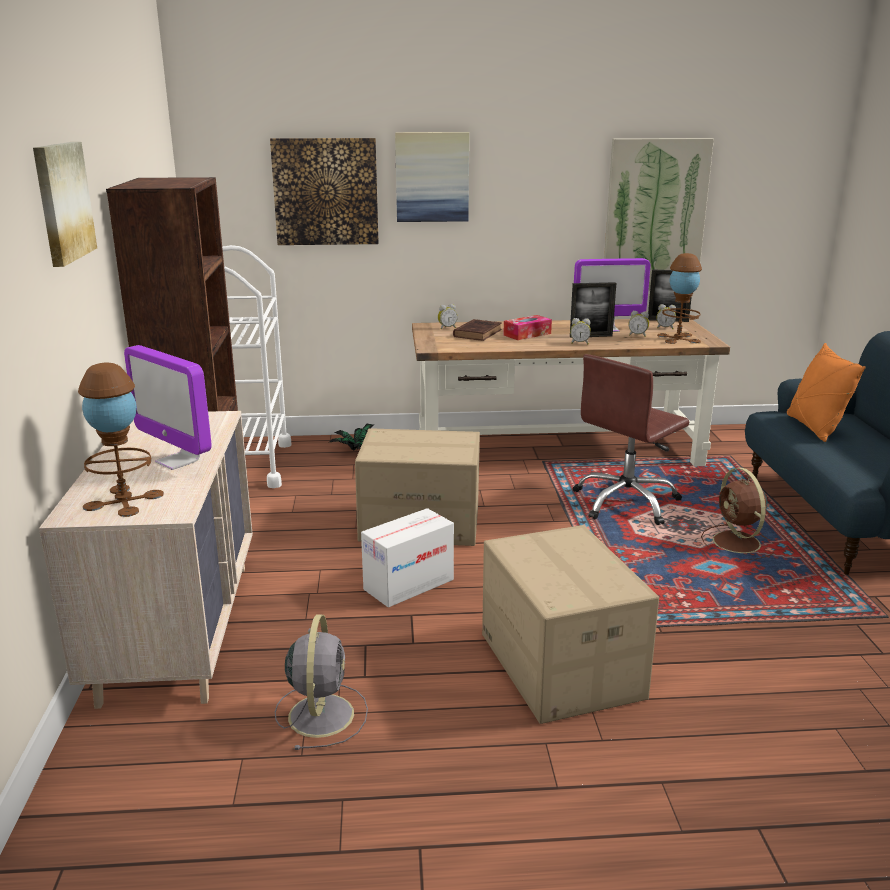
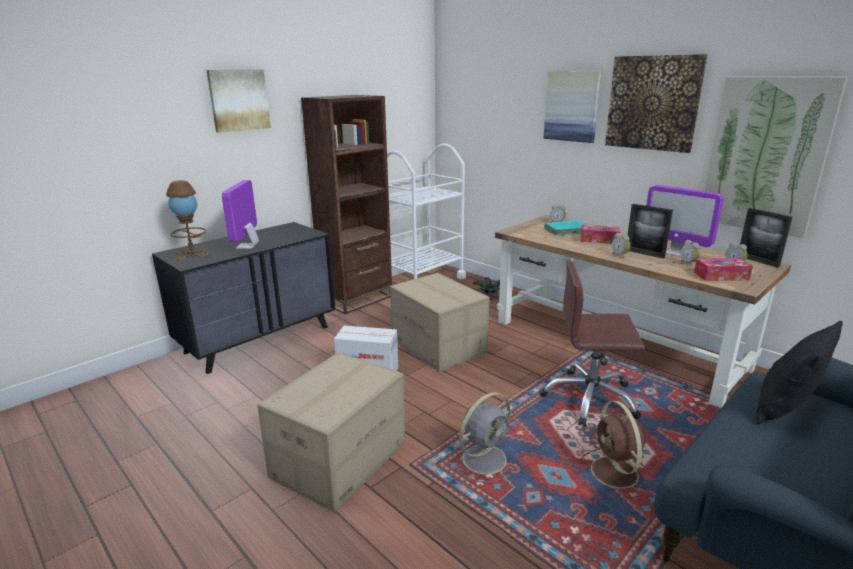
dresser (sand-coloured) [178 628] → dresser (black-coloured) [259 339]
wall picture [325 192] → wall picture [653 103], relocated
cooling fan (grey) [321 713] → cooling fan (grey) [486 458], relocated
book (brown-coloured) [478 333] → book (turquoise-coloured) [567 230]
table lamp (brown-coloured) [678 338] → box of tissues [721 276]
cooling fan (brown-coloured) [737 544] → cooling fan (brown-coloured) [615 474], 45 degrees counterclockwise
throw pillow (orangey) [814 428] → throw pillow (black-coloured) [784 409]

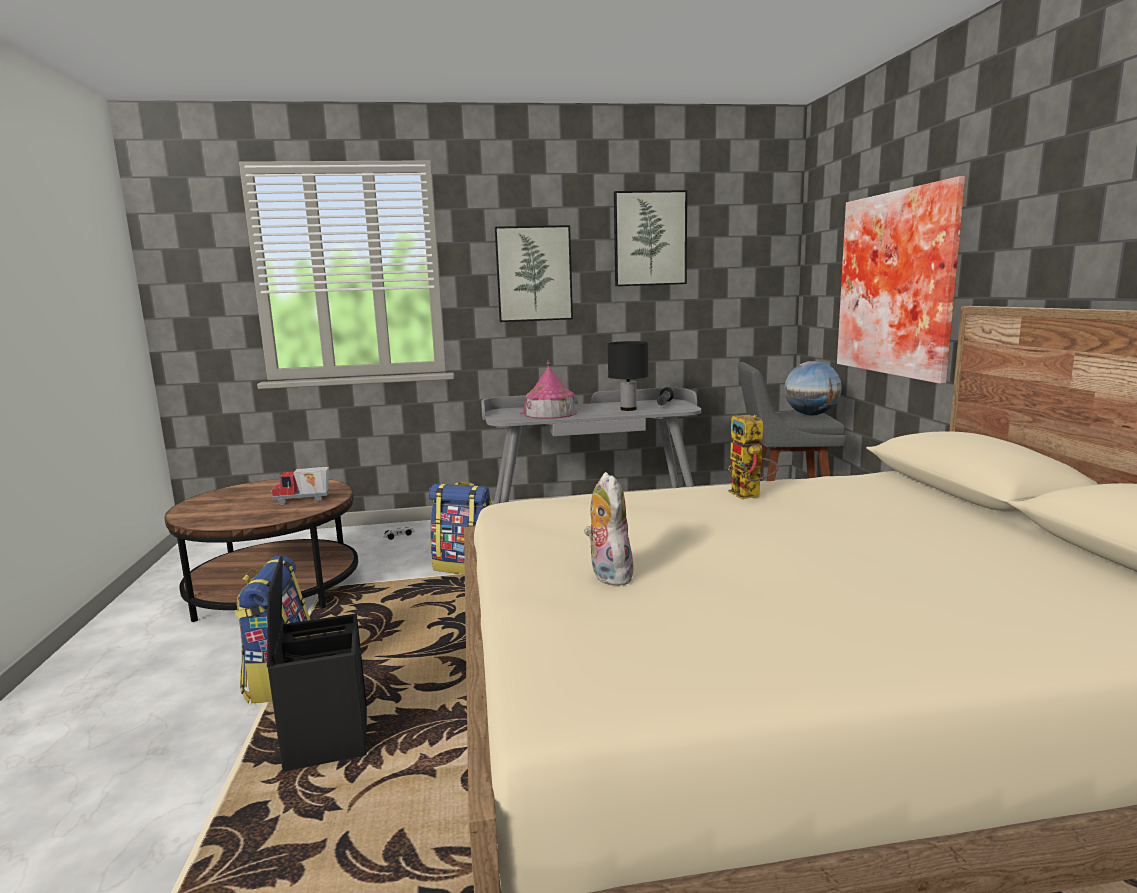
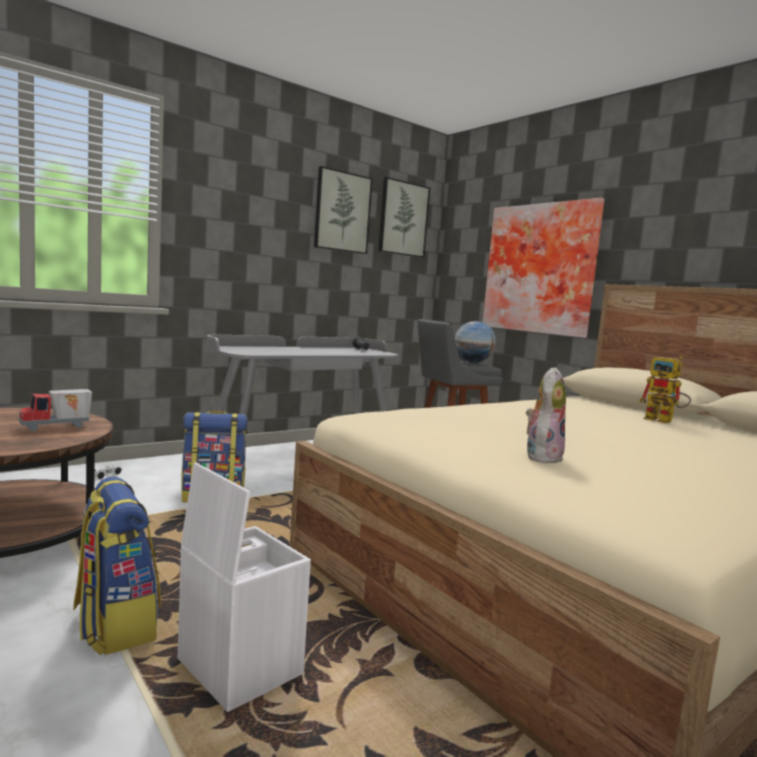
storage box (black-coloured) [326 736] → storage box (white) [236 667]
wall picture [534 274] → wall picture [403 219], relocated
toy house [550 413] → -
soft toy [607 575] → soft toy [541 456], 75 degrees clockwise
table lamp (black-coloured) [629 409] → -
model robot [750 496] → model robot [664 421], relocated

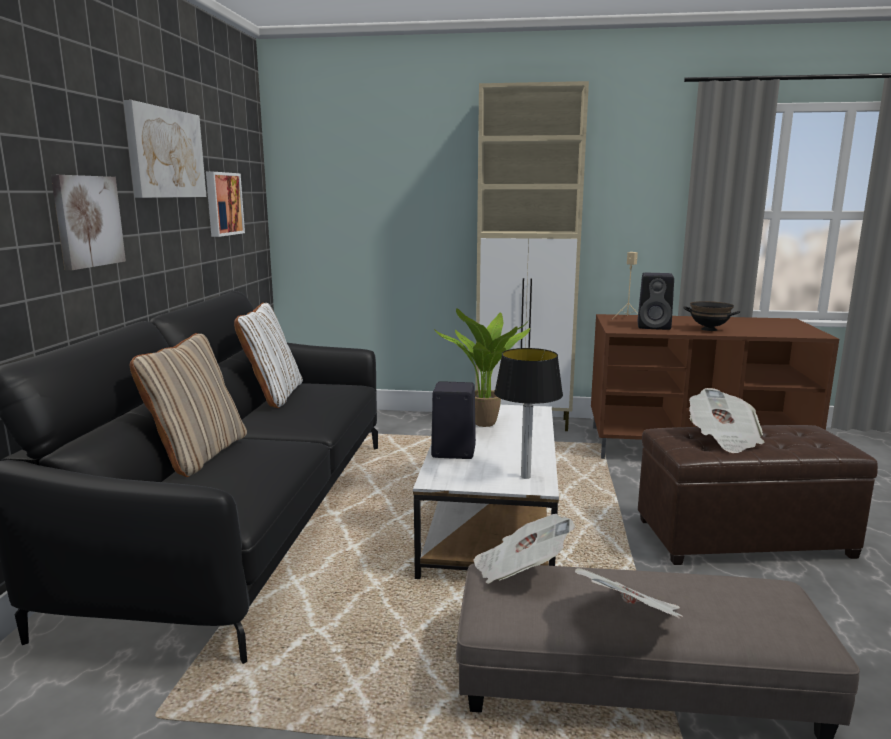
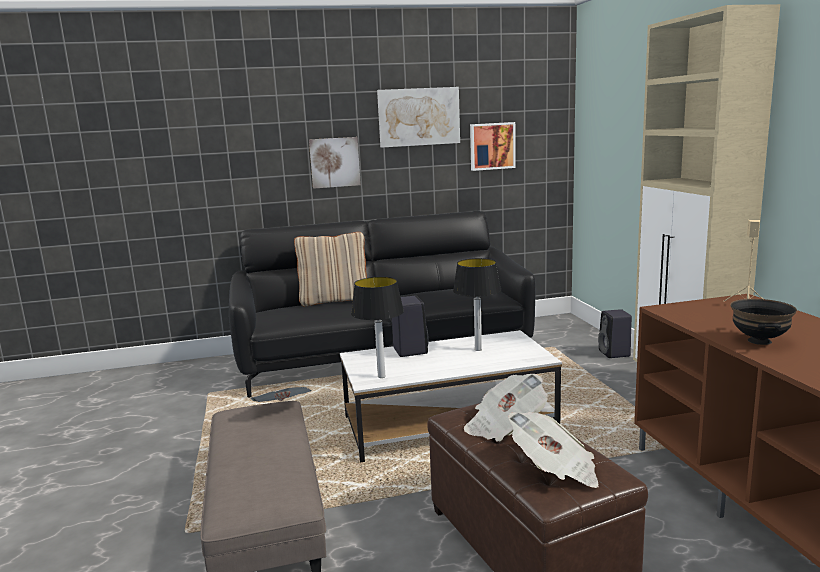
throw pillow (white) [273 395] → -
potted plant [487 425] → table lamp [478 349]
printed paper [631 619] → printed paper [555 470], relocated
speaker (black-coloured) [655 326] → speaker (black-coloured) [615 353], relocated

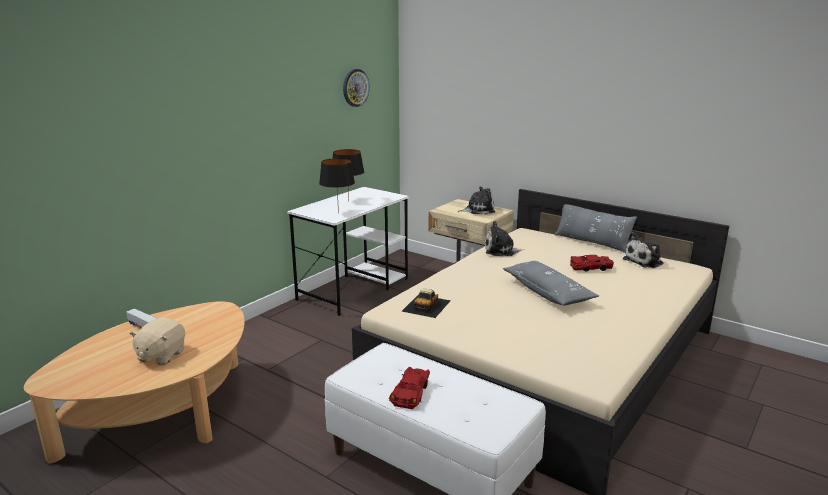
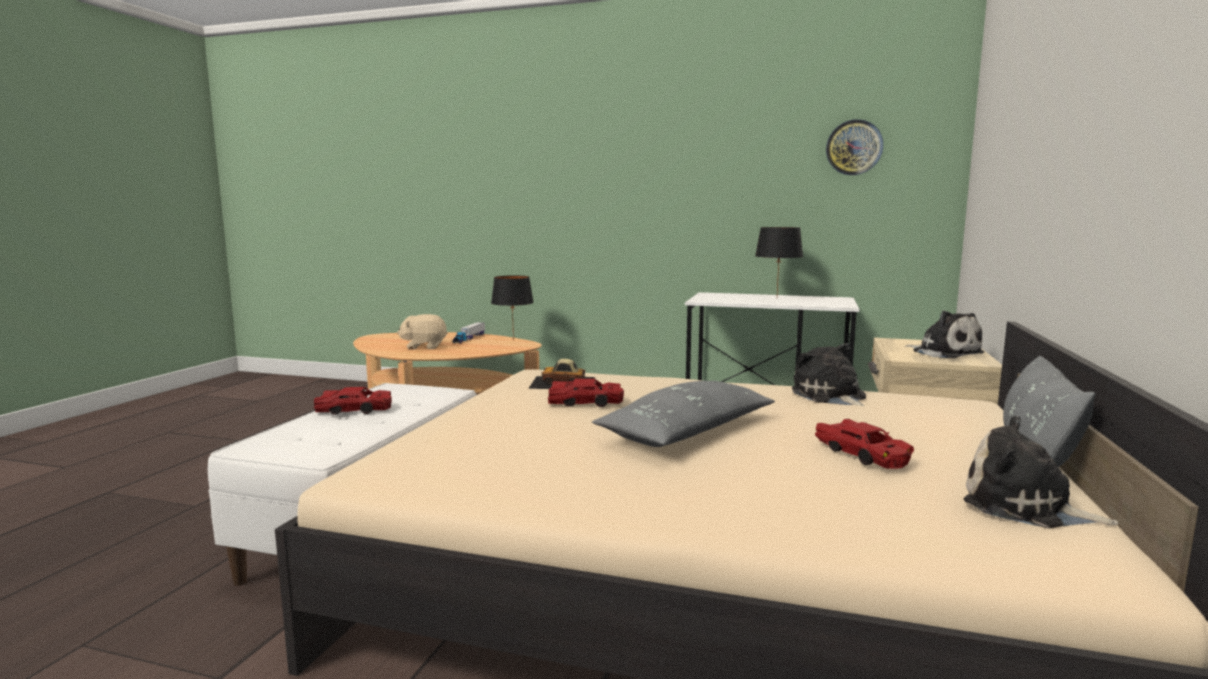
table lamp (black-coloured) [338 213] → table lamp (black-coloured) [513 340], relocated
- → miniature car (reddish) [585 402]

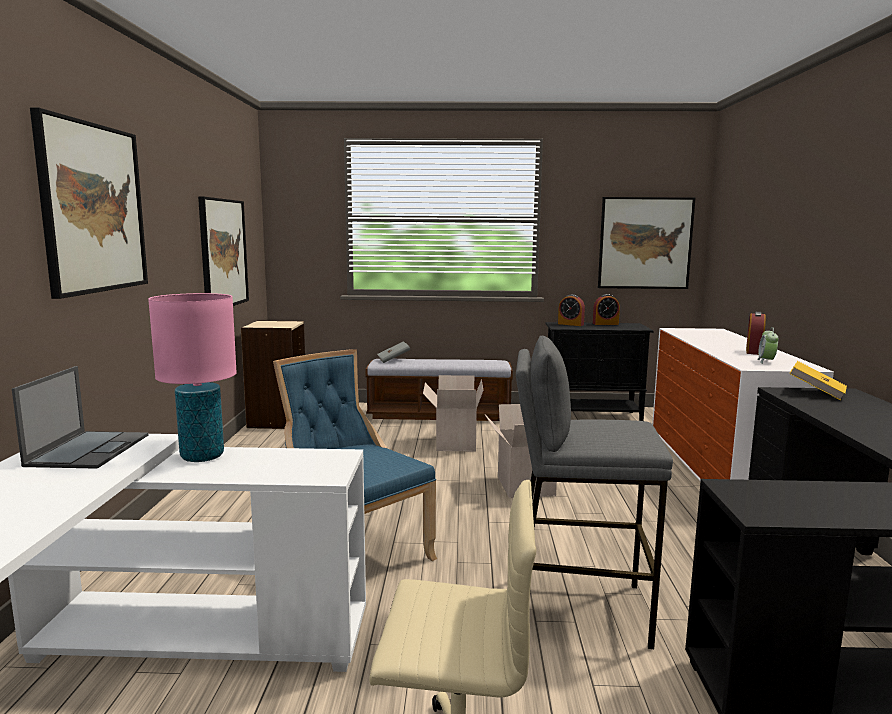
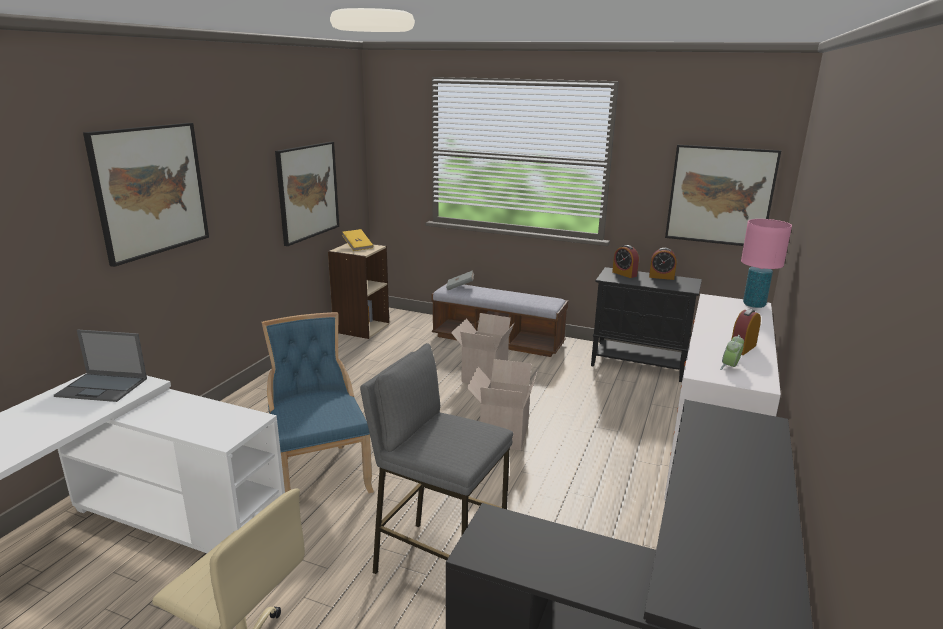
laptop [89 449] → laptop [103 387], 75 degrees clockwise
table lamp (pink) [202 456] → table lamp (pink) [754 305], relocated
book (yellow-coloured) [816 393] → book (yellow-coloured) [358 247], relocated

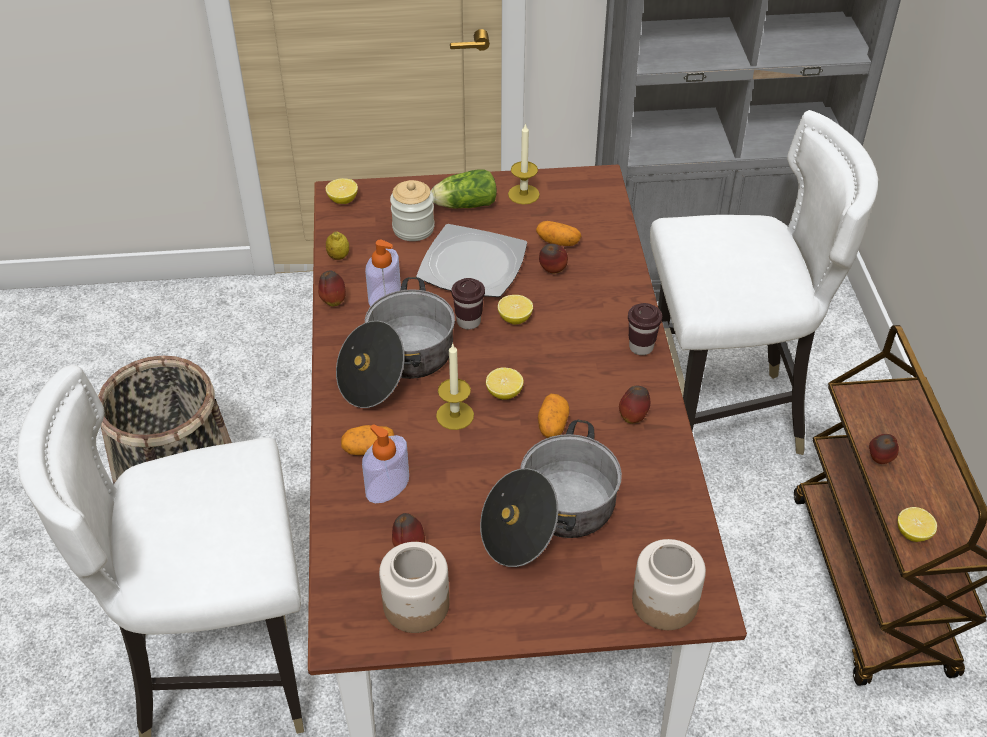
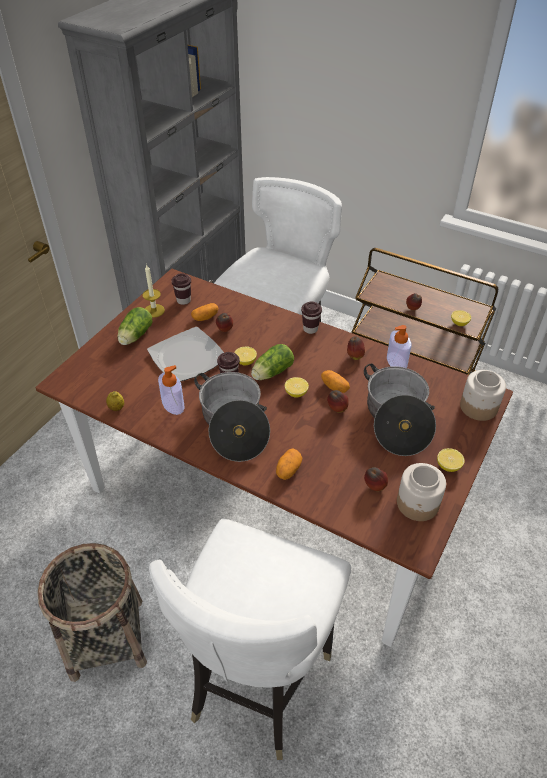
whole apple [333 301] → whole apple [337 409], relocated
whole lemon [343 200] → whole lemon [448 466], relocated
liquid soap bottle [387 486] → liquid soap bottle [396 362], relocated
preserve jar [413 228] → -
wax light [455 415] → -
- → cup (brown-coloured) [183 300]
- → lettuce head [271 373]

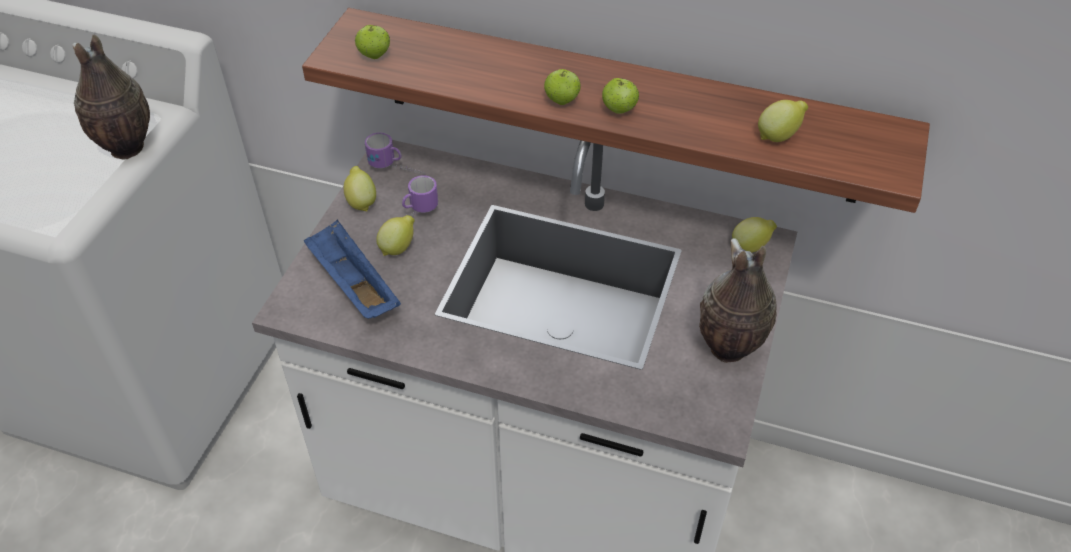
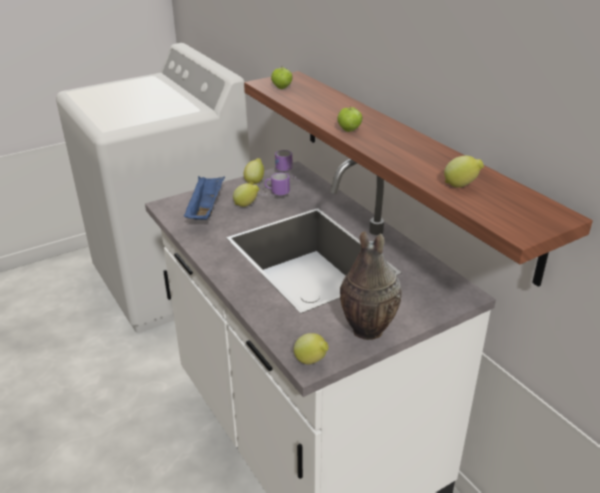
flower vase [126 149] → -
whole apple [619 110] → -
whole lemon [750 247] → whole lemon [311 361], relocated

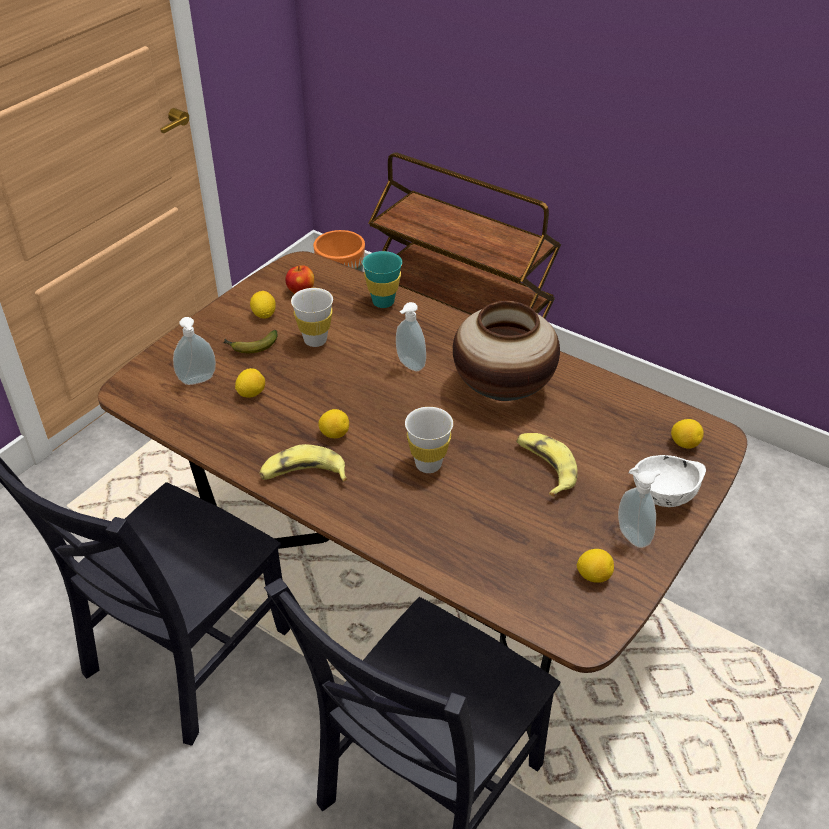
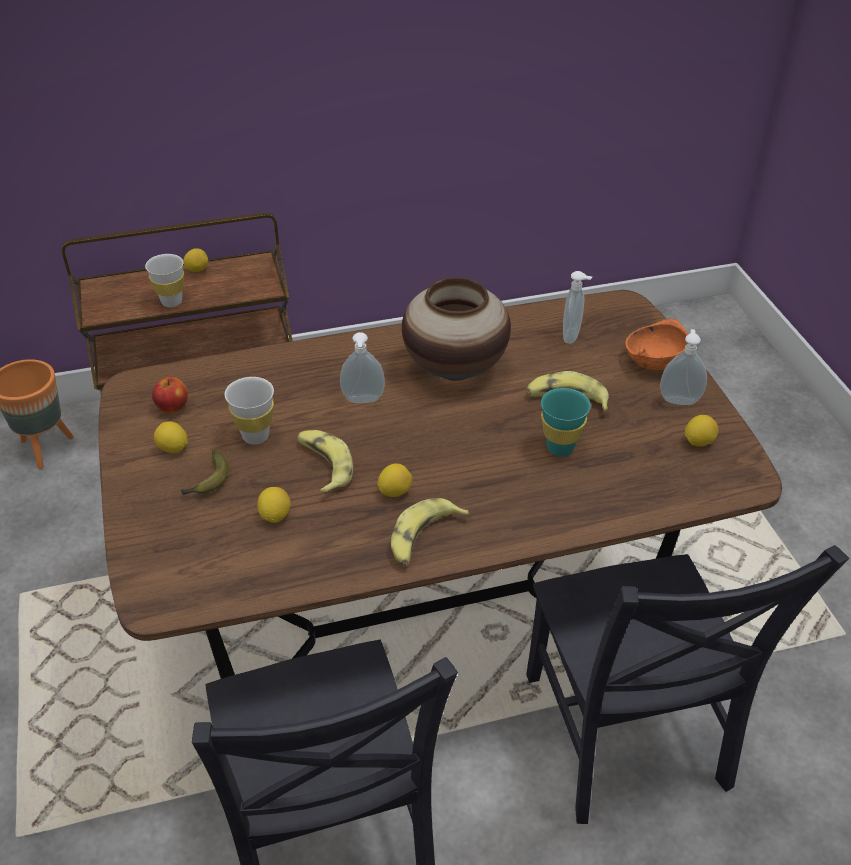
liquid soap bottle [198 381] → liquid soap bottle [572 336], relocated
cup (turquoise-coloured) [383 302] → cup (turquoise-coloured) [560 448], relocated
cup (white) [428 464] → cup (white) [172 302], relocated
bowl (white) [662 495] → bowl (orangey) [653 362]
whole lemon [684 444] → whole lemon [197 269], relocated
- → banana fruit [323 465]

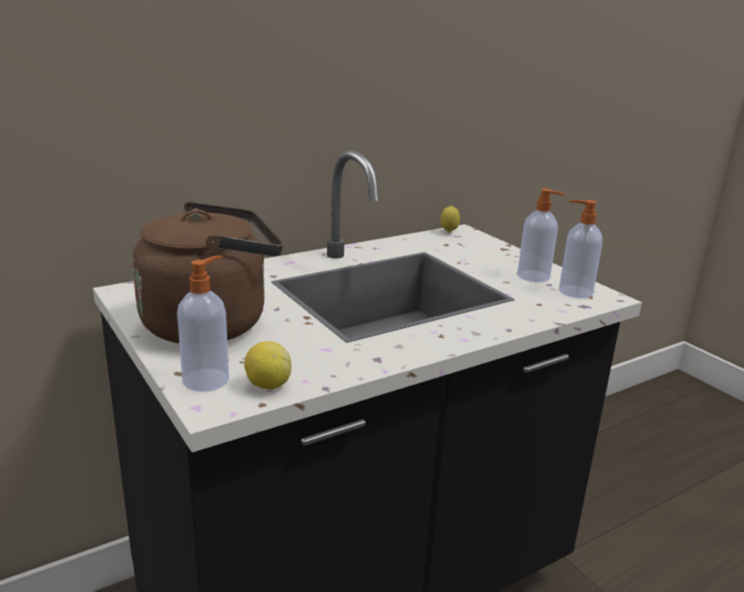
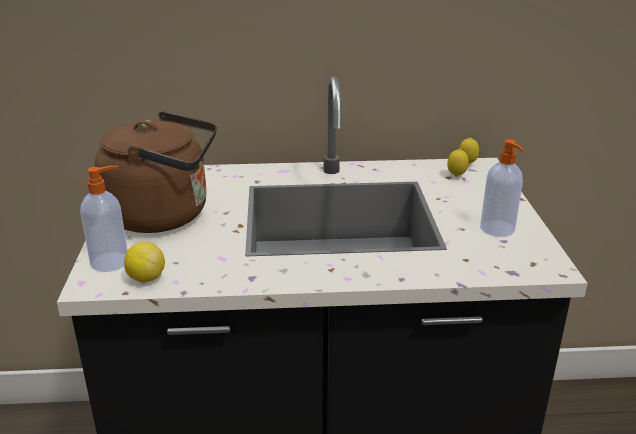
liquid soap bottle [574 292] → -
- → whole lemon [456 176]

